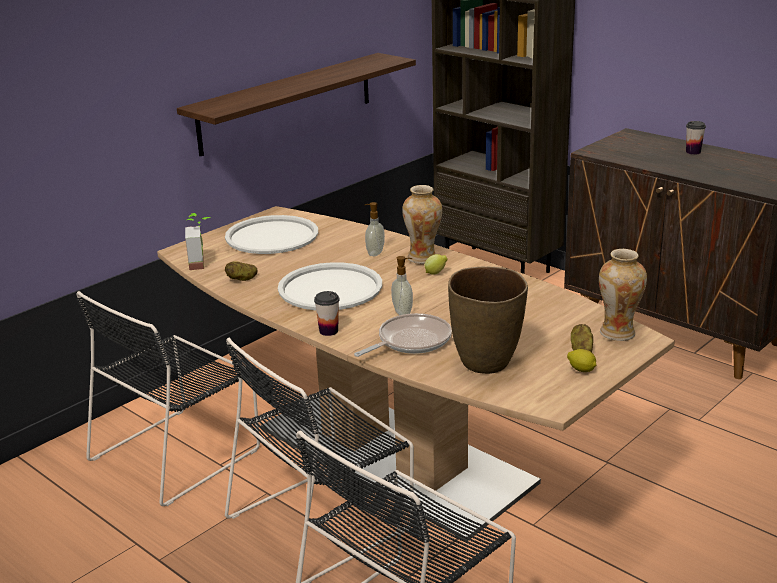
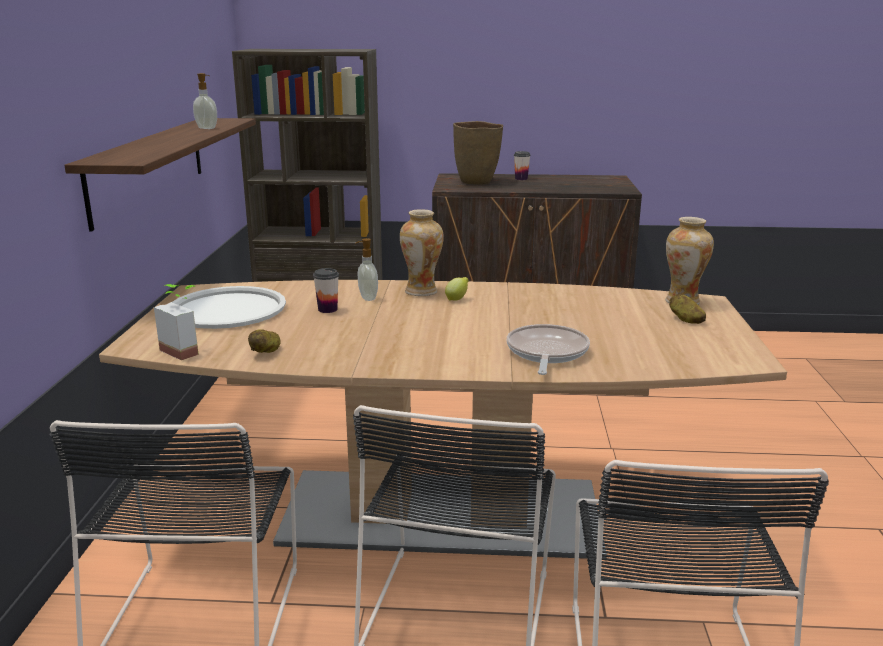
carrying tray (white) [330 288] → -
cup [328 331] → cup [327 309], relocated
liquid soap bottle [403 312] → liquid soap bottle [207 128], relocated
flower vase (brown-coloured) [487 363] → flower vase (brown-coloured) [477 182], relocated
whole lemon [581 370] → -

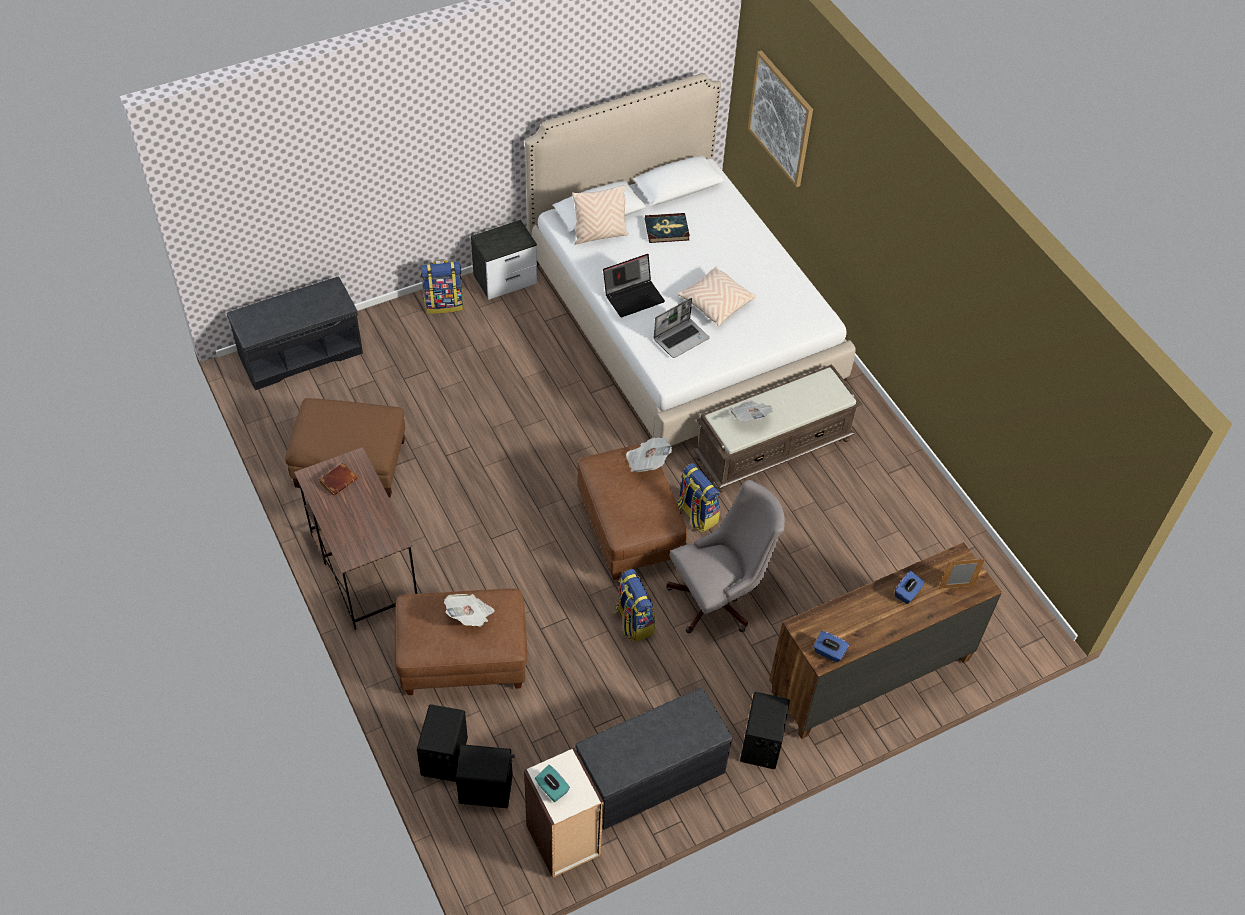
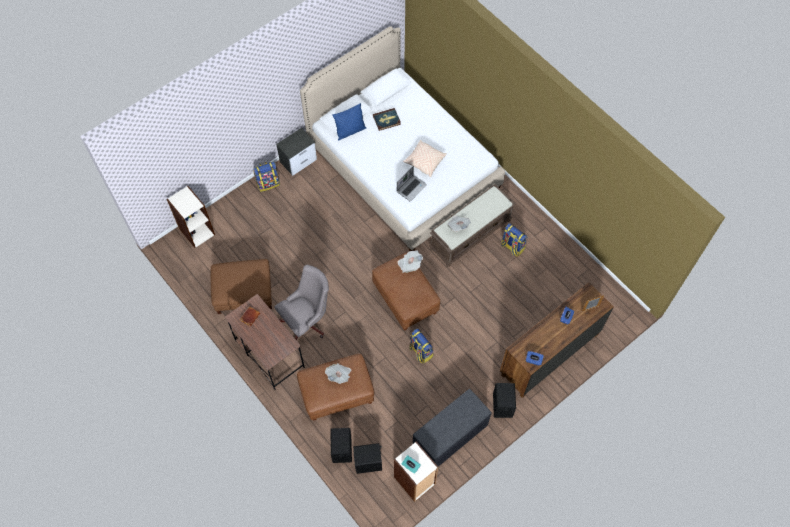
bench (grey) [301 353] → bookcase [197 231]
throw pillow (sand-coloured) [600 235] → throw pillow (blue) [350 131]
laptop [634 296] → -
desk chair (grey) [719 598] → desk chair (grey) [307 321], relocated
knapsack [696 514] → knapsack [512 247], relocated
wall picture [781 118] → -

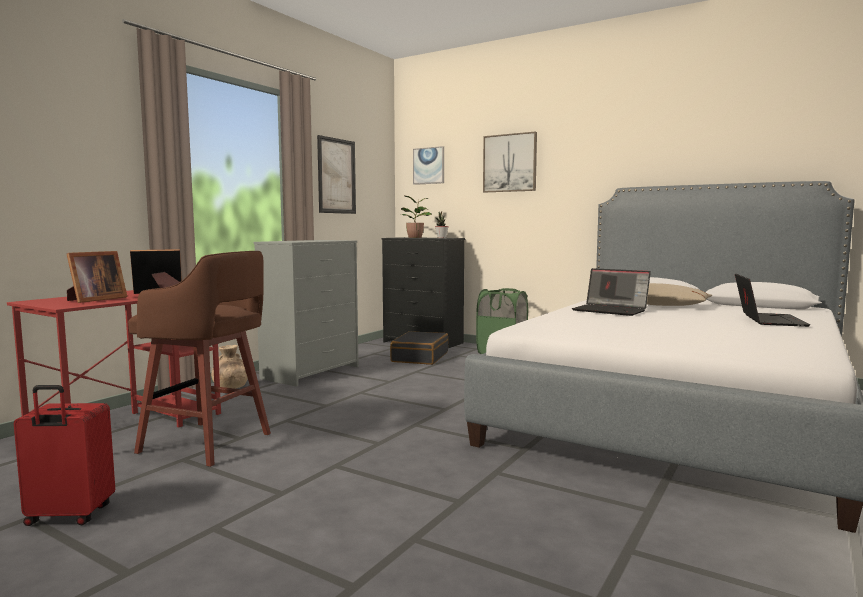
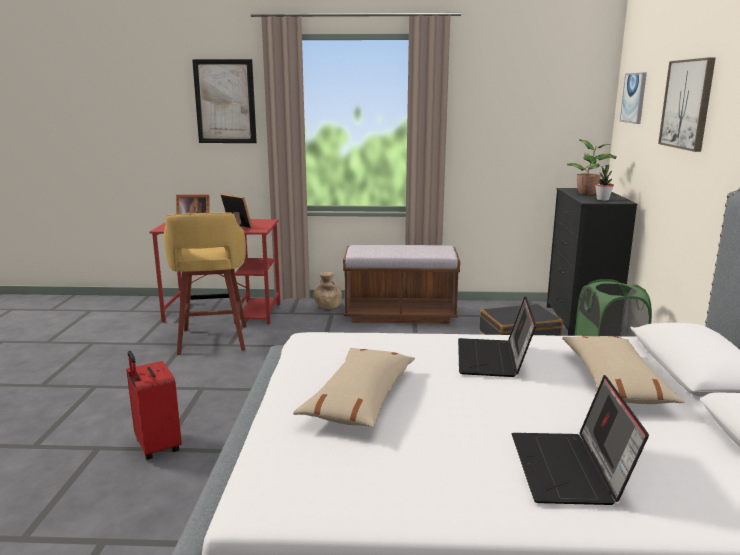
suitcase (reddish) [69 516] → suitcase (reddish) [156 447], relocated
sitting stool (brown-coloured) [208 443] → sitting stool (yellow-coloured) [213 341]
dresser (grey) [311 372] → bench (brown-coloured) [400 315]
wall picture [336 176] → wall picture [225 101], relocated
laptop [767 320] → laptop [571 470], 105 degrees clockwise
- → throw pillow (sand-coloured) [360 399]

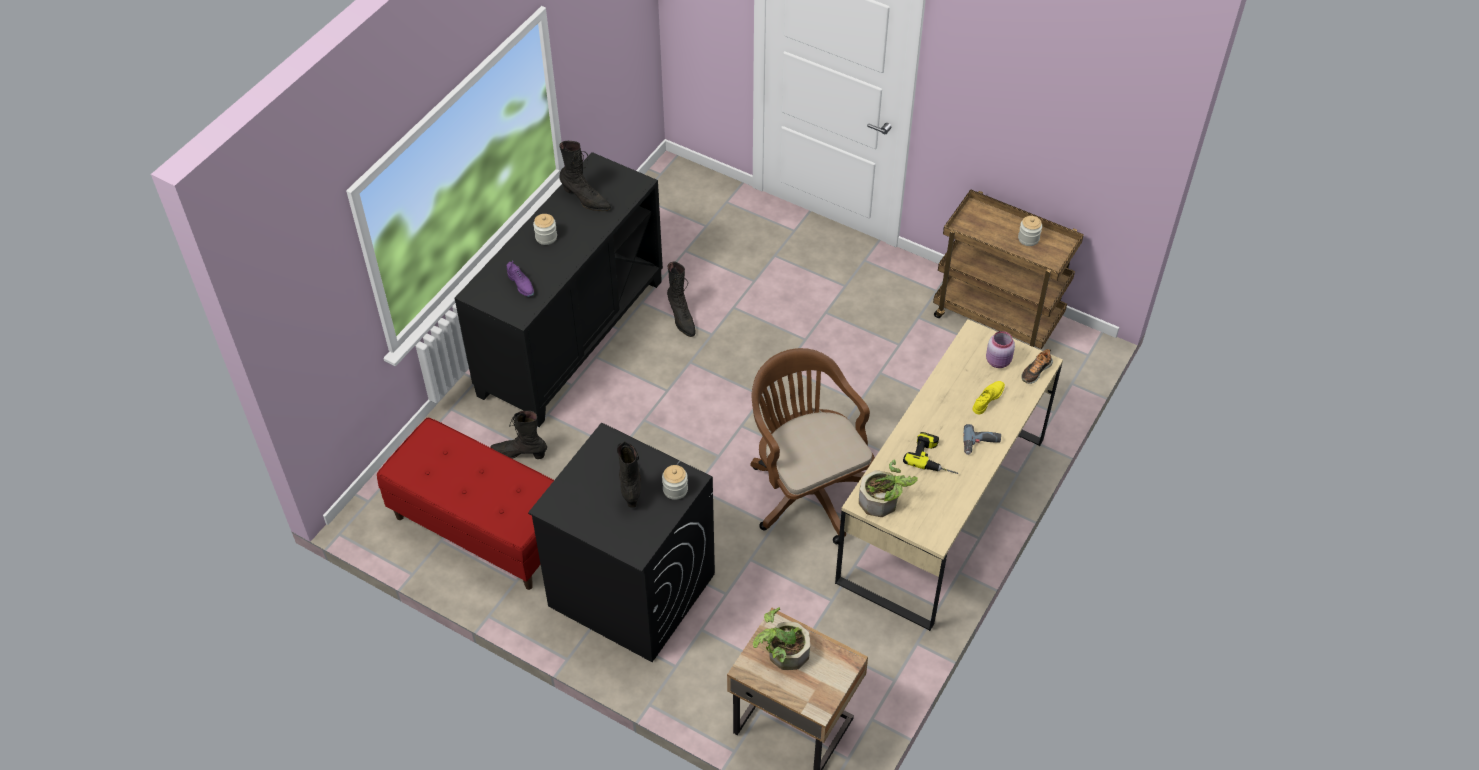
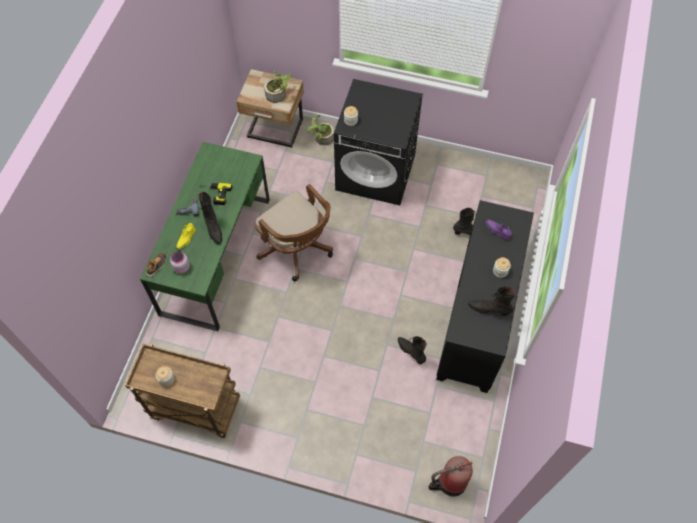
bench (reddish) [482 528] → -
boot (black-coloured) [630 485] → boot (black-coloured) [213 229], relocated
desk unit (sand-coloured) [942 509] → desk unit (green) [216 255]
potted plant [884 501] → potted plant [321 138], relocated
- → fire-fighting cylinder [450 483]

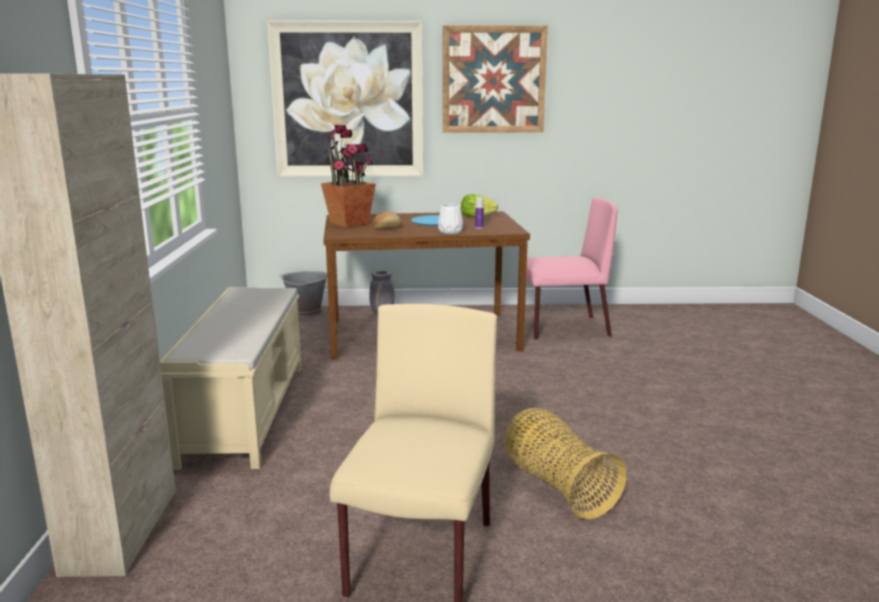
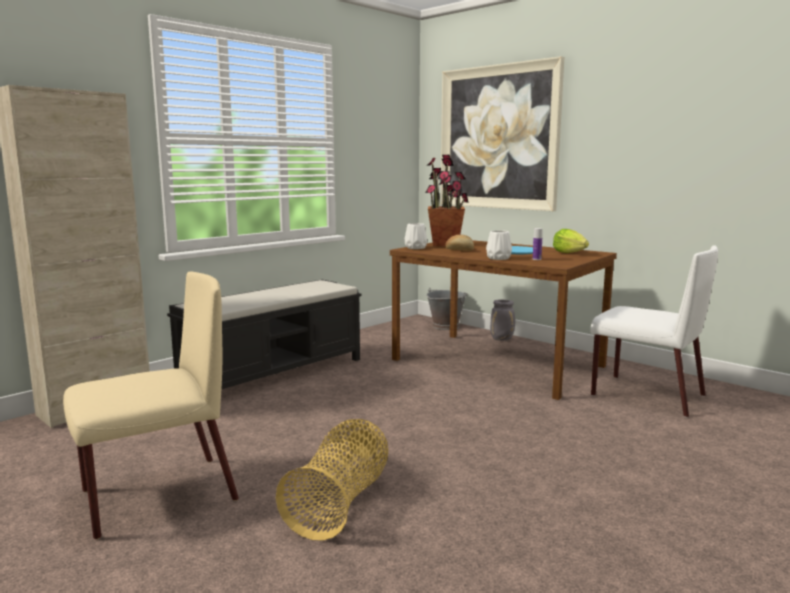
bench (sand-coloured) [246 411] → bench (black-coloured) [275 372]
wall picture [493 80] → -
upright chair (pink) [562 328] → upright chair (white) [645 395]
- → flower vase (white) [415 248]

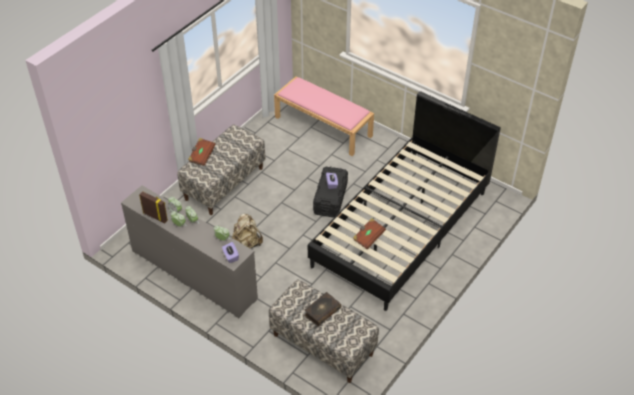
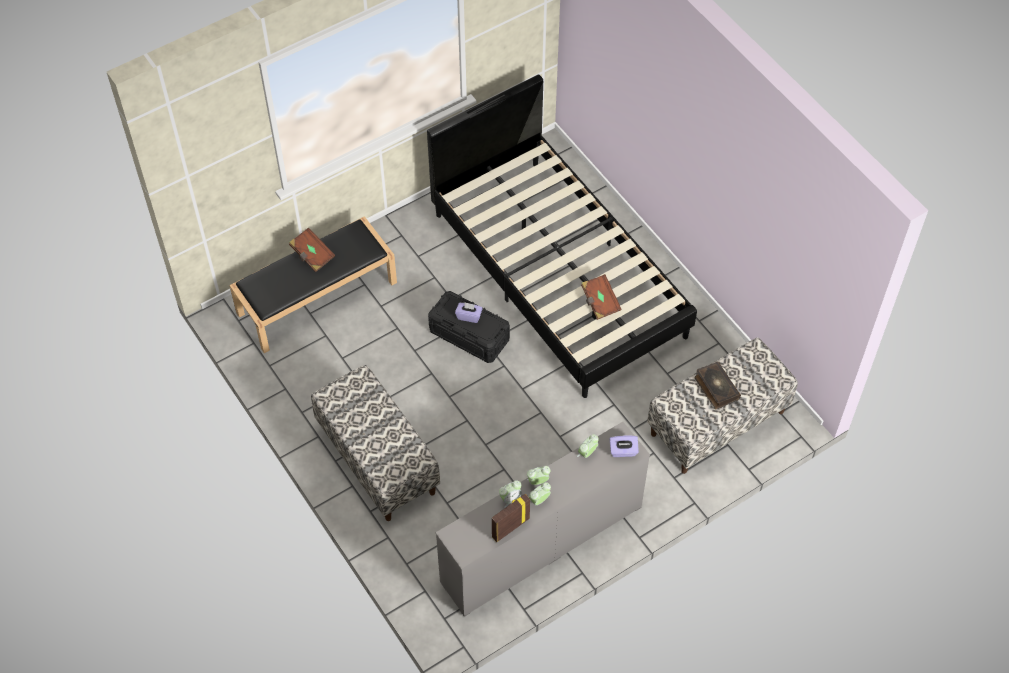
book (brown-coloured) [202 156] → book (brown-coloured) [312 255], relocated
knapsack (sand-coloured) [247 243] → -
bench (pink) [324 126] → bench (black-coloured) [317 297]

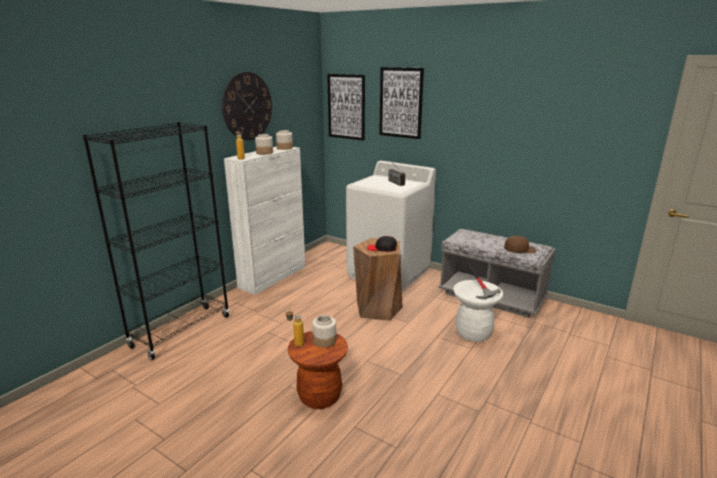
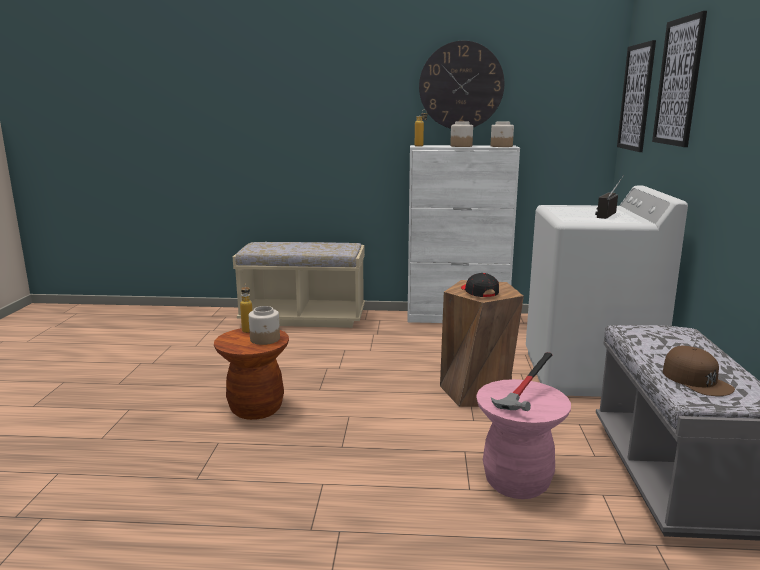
bookcase (black-coloured) [181 331] → bench (sand-coloured) [303 318]
sitting stool (white) [473 333] → sitting stool (pink) [517 482]

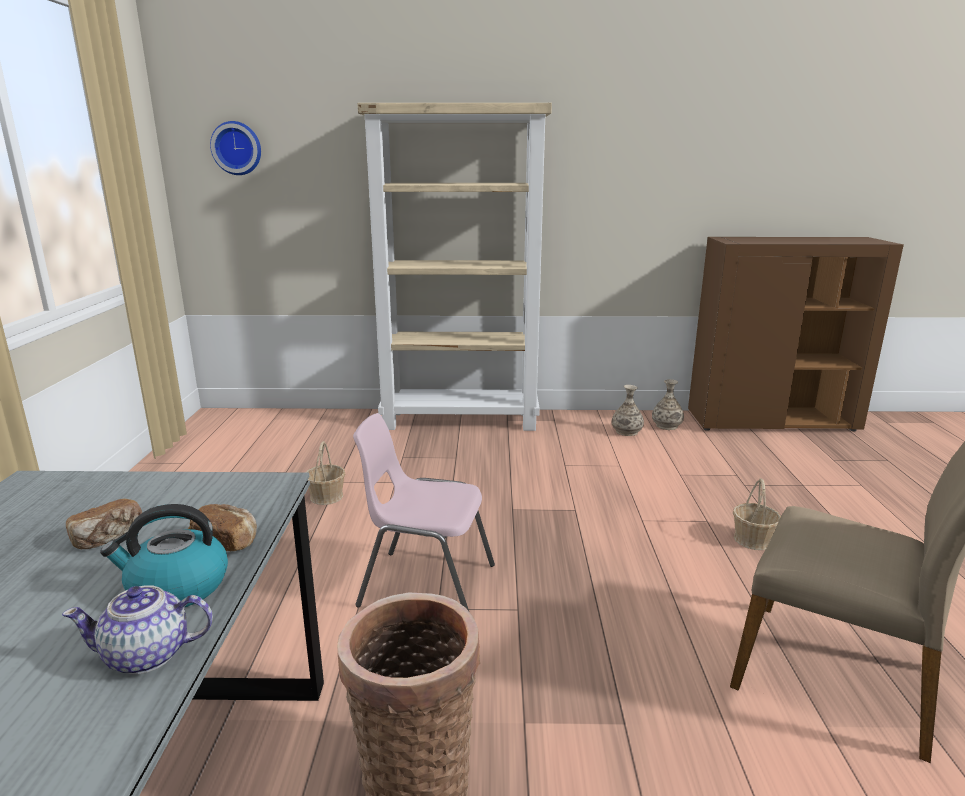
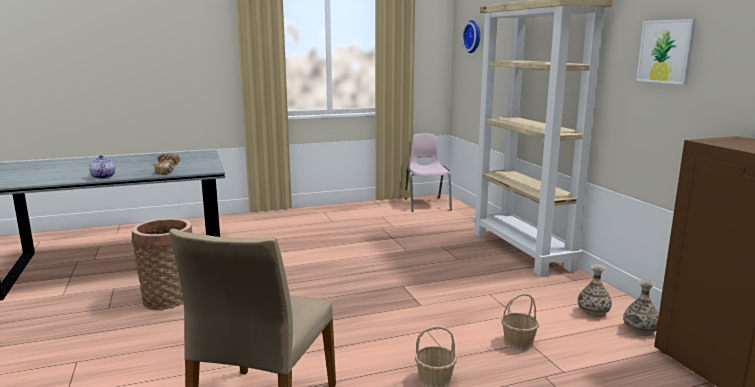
kettle [177 588] → -
storage basket [327 496] → storage basket [518 342], relocated
upright chair (pink) [425 585] → upright chair (pink) [427 204], relocated
- → wall picture [665 51]

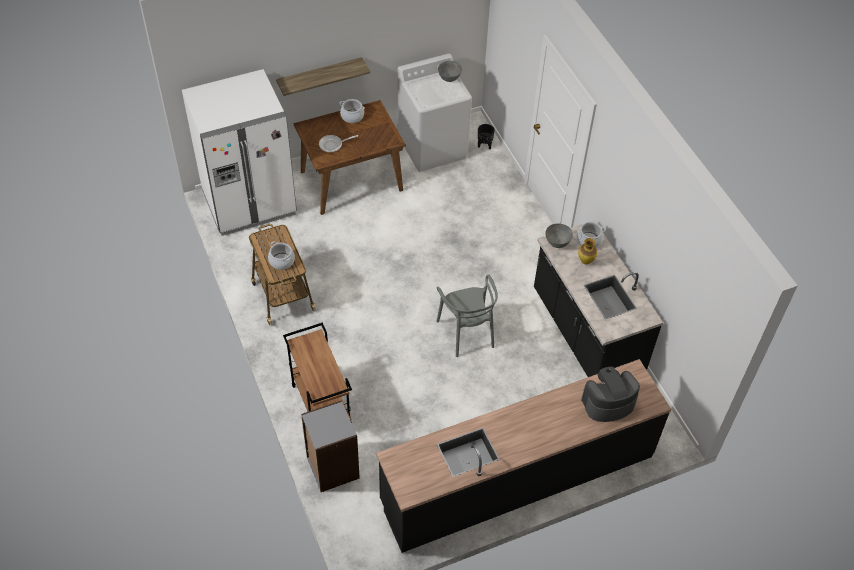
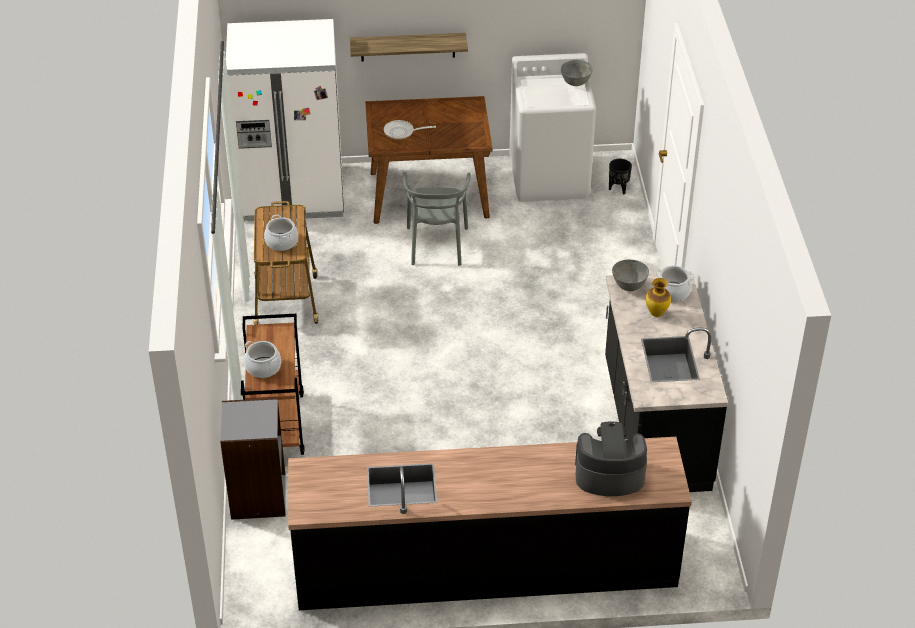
stockpot [352 116] → stockpot [263 367], relocated
upright chair (grey) [467 332] → upright chair (grey) [436 245], relocated

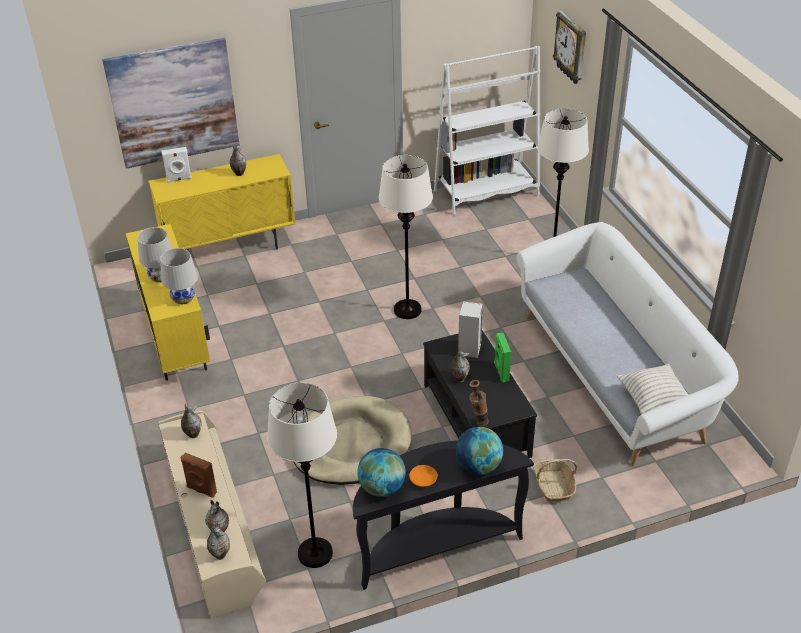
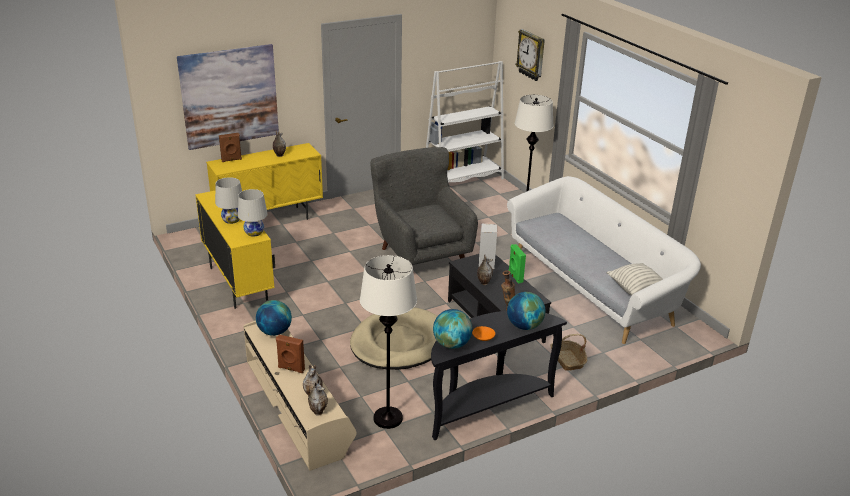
speaker (white) [179 179] → speaker (brown-coloured) [231 160]
flower vase [192 434] → globe [274 332]
standard lamp (white) [407 310] → easy chair (grey) [422 253]

